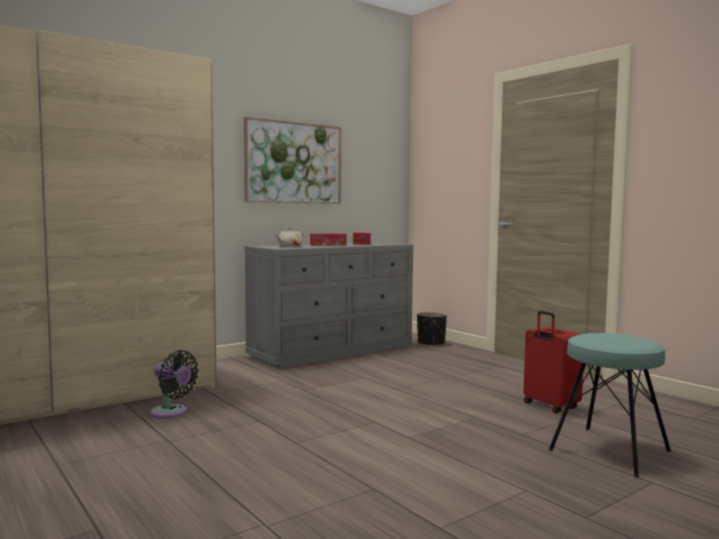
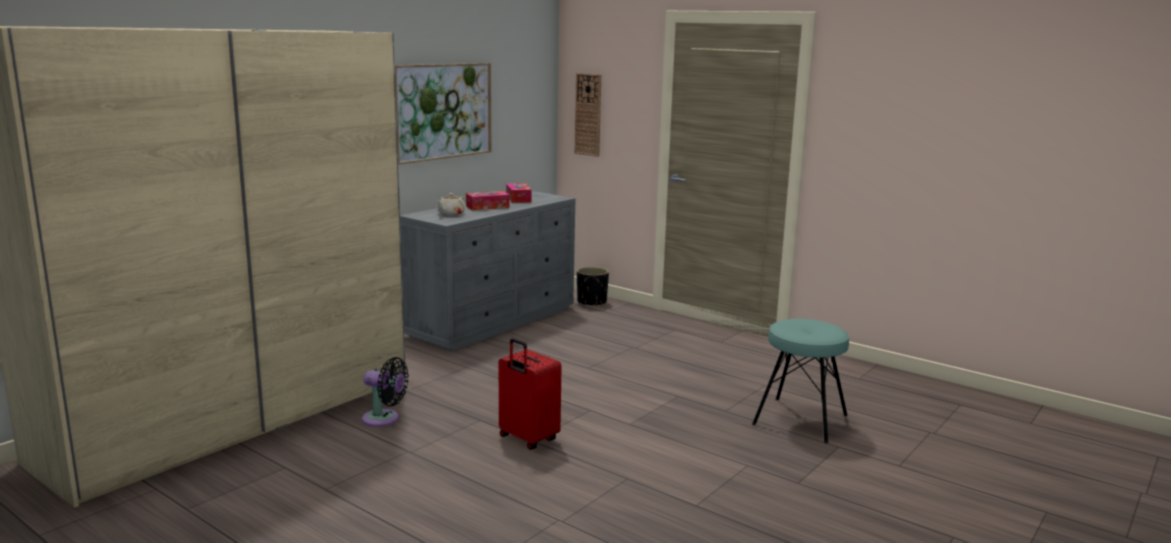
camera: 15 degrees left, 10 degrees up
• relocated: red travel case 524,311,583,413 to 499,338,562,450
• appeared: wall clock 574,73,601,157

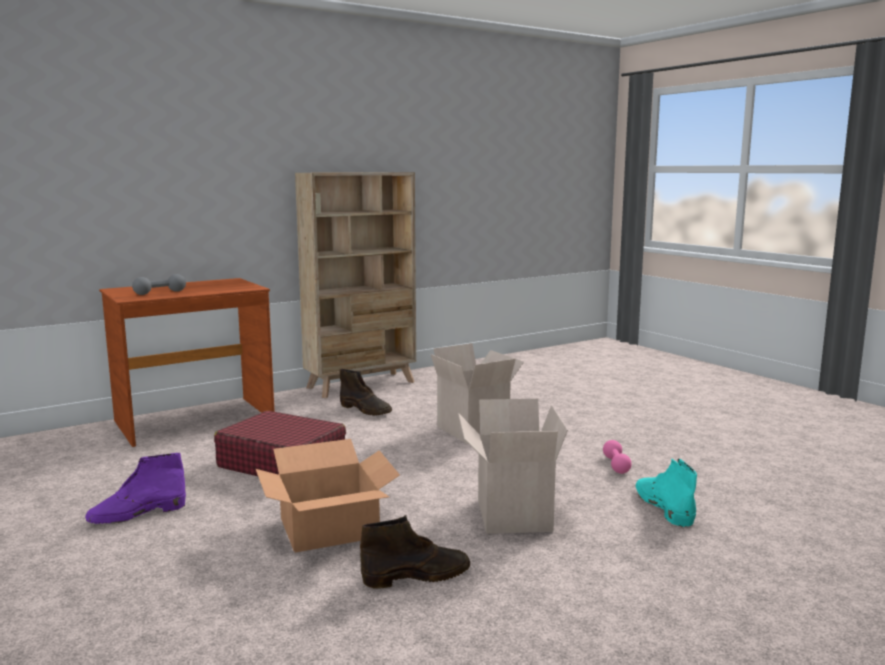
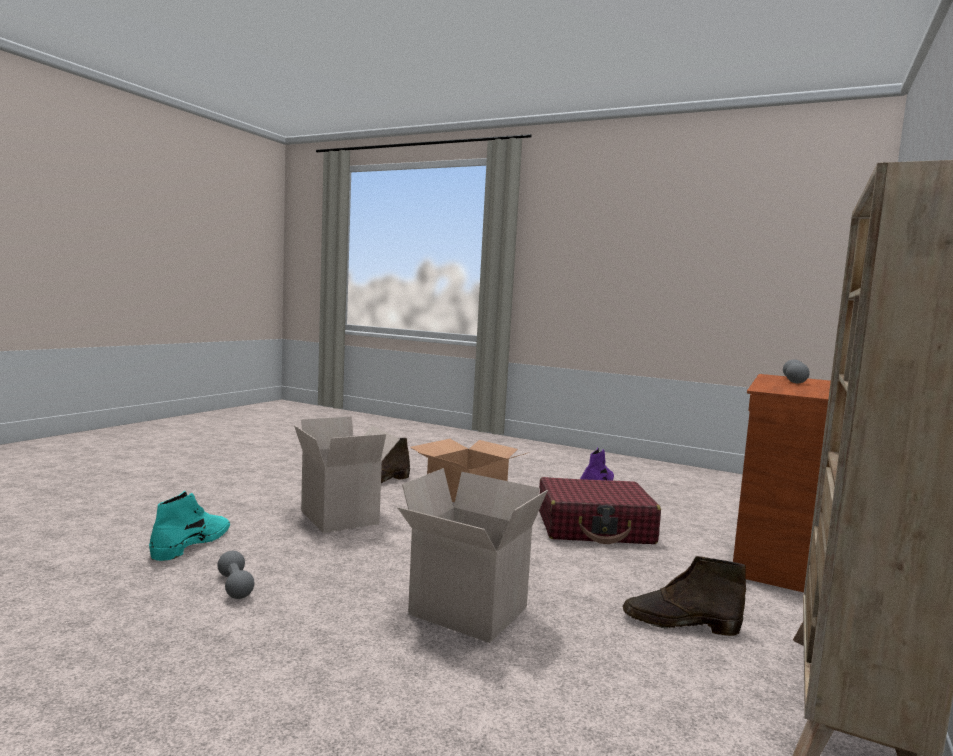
camera: 150 degrees right, 5 degrees down
• colour: pinkish dumbbell 603,440,632,474 to grey dumbbell 217,551,254,599
• spun: turquoise-coloured boot 636,459,697,527 = 149,491,230,561 120 degrees counterclockwise

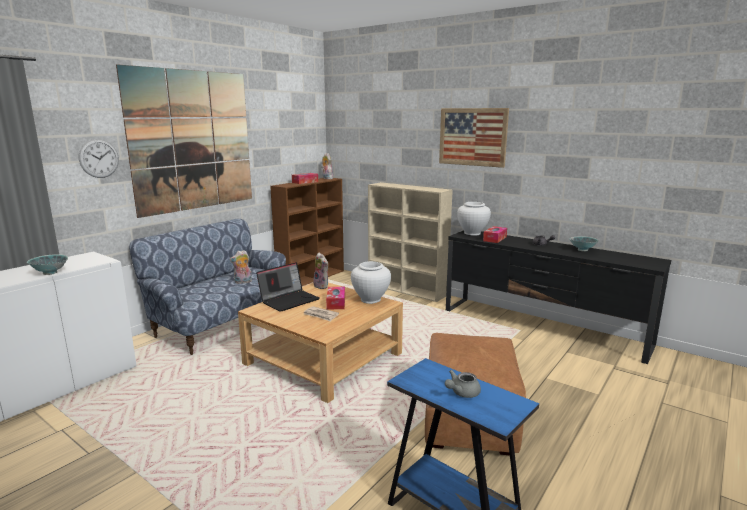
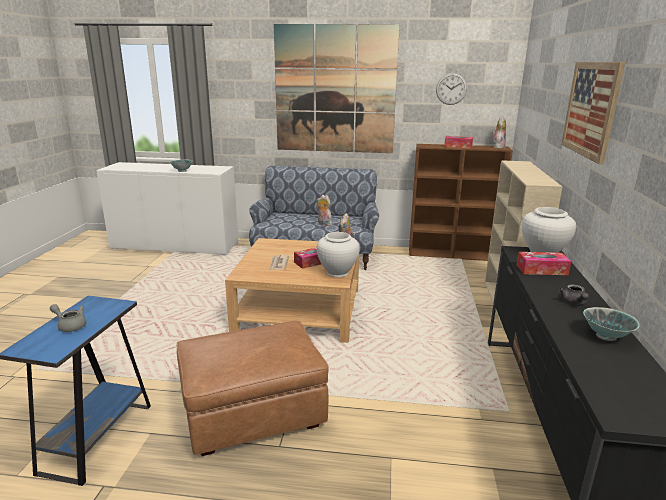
camera: 60 degrees right, 5 degrees up
• relocated: wall clock 79,139,119,178 to 436,73,467,105
• missing: notebook computer 256,262,320,312

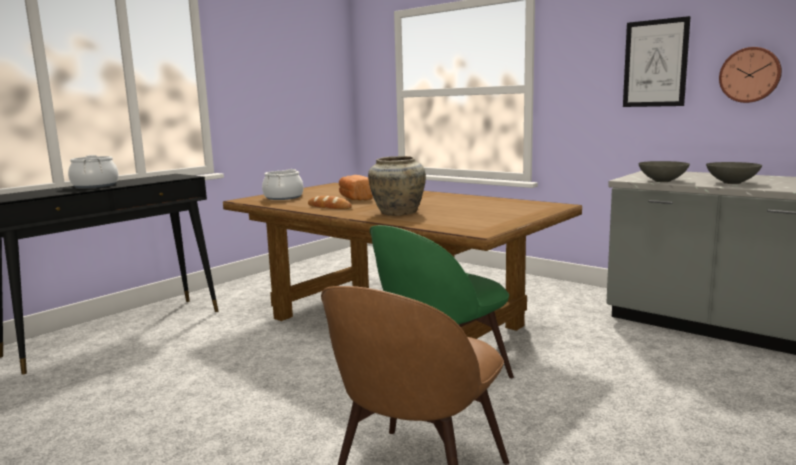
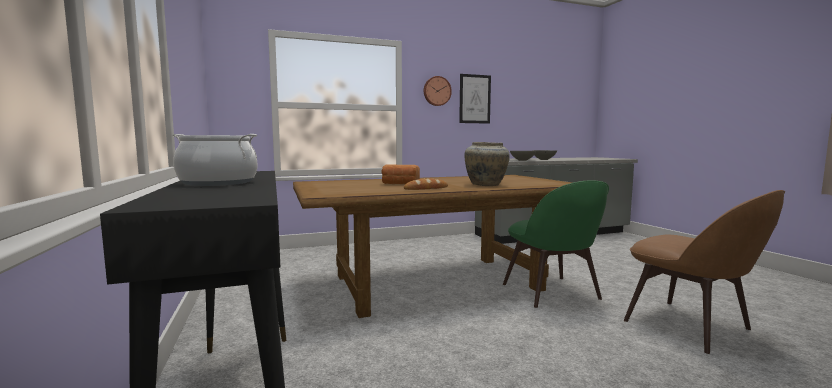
camera: 60 degrees left, 5 degrees down
• missing: stockpot 262,169,303,200
• relocated: wall clock 719,47,782,103 to 424,76,452,106

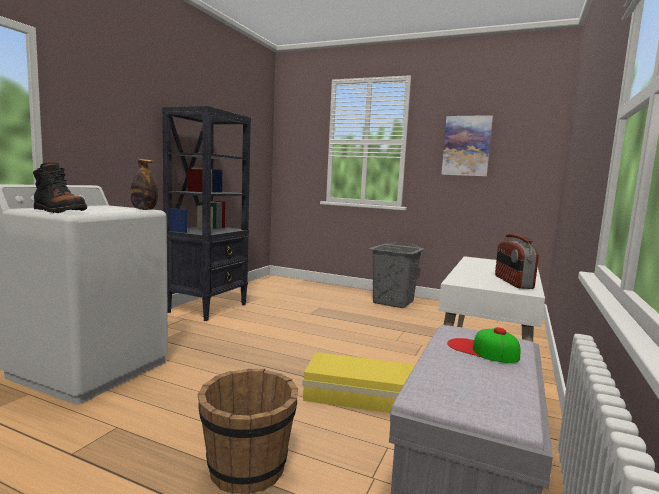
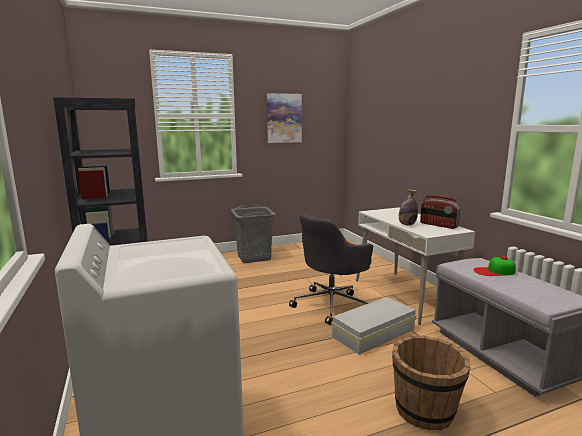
camera: 45 degrees left, 5 degrees up
• missing: black-coloured boot 33,162,87,213
• relocated: bottle 130,159,158,210 to 399,189,418,225
• colour: yellowish storage bin 302,352,413,413 to white storage bin 331,297,416,355
• appeared: grey desk chair 289,214,373,325

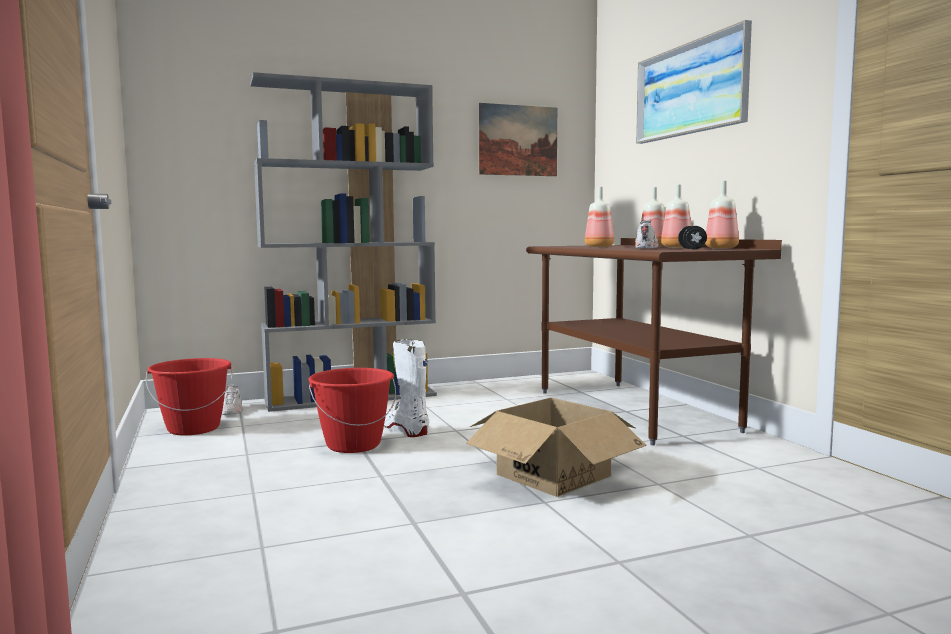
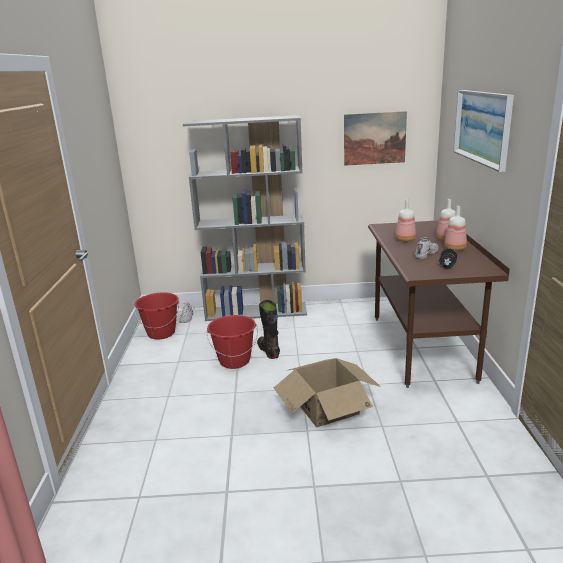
camera: 20 degrees right, 15 degrees up
• colour: white boot 384,339,430,437 to black-coloured boot 257,300,280,359
• missing: bottle 705,181,739,249

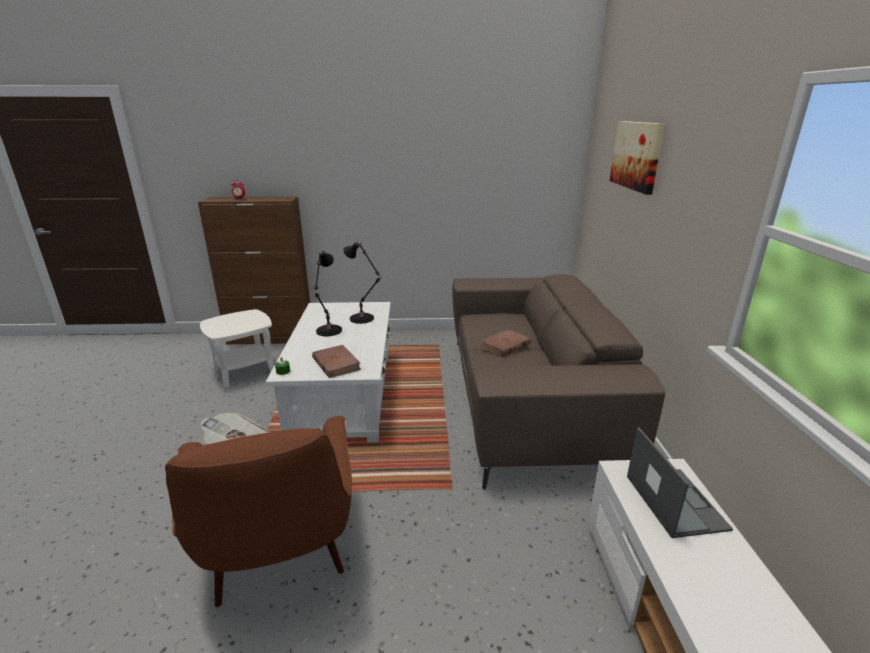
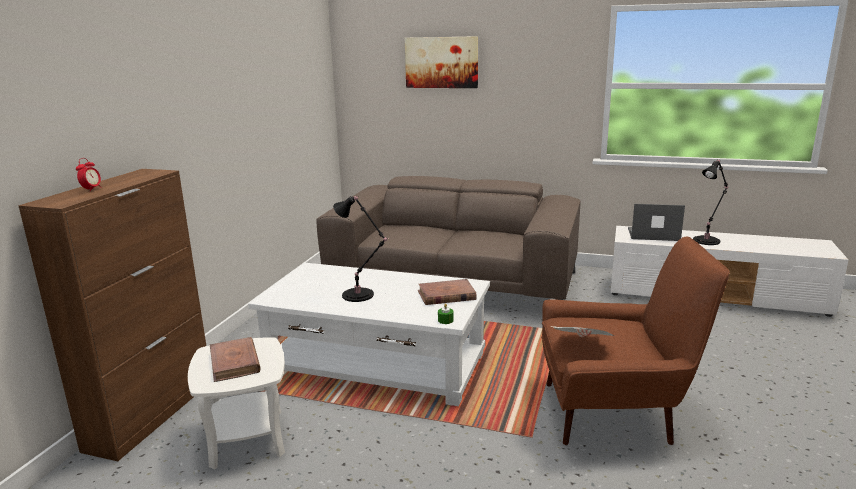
camera: 70 degrees left, 5 degrees down
• relocated: black-coloured lamp for a table 343,242,382,324 to 693,159,728,245
• relocated: brown-coloured volume 479,329,531,357 to 210,337,260,382

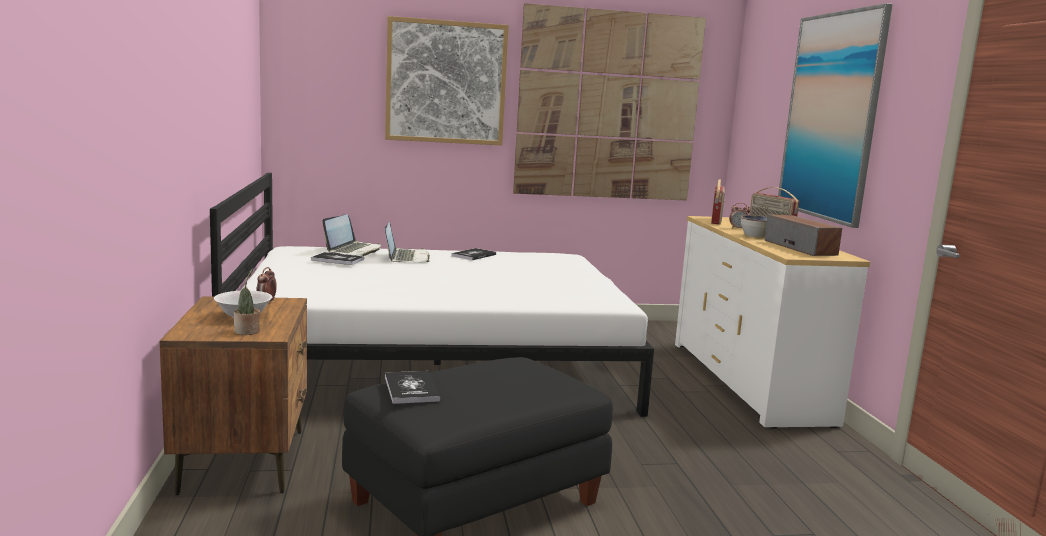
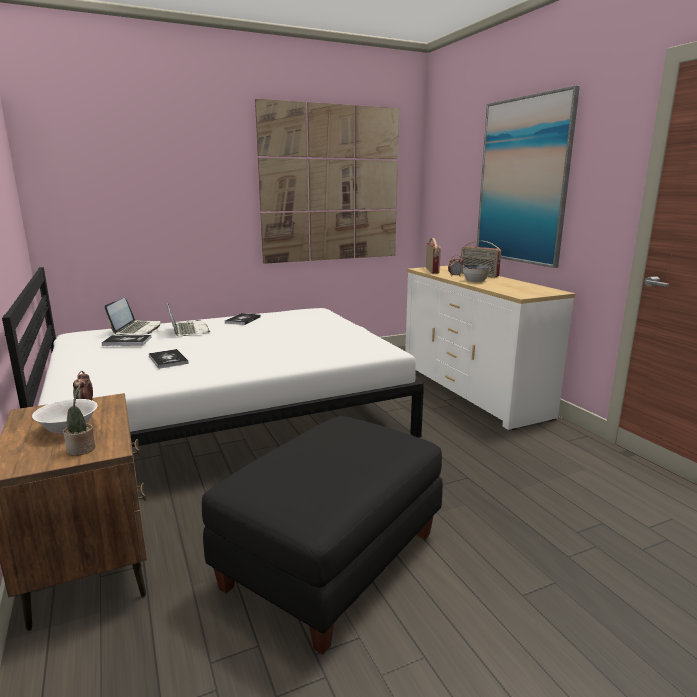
camera: 15 degrees left, 5 degrees up
• missing: picture 385,16,509,145
• relocated: volume 385,371,441,404 to 149,349,189,369
• missing: audio speaker 764,214,842,256

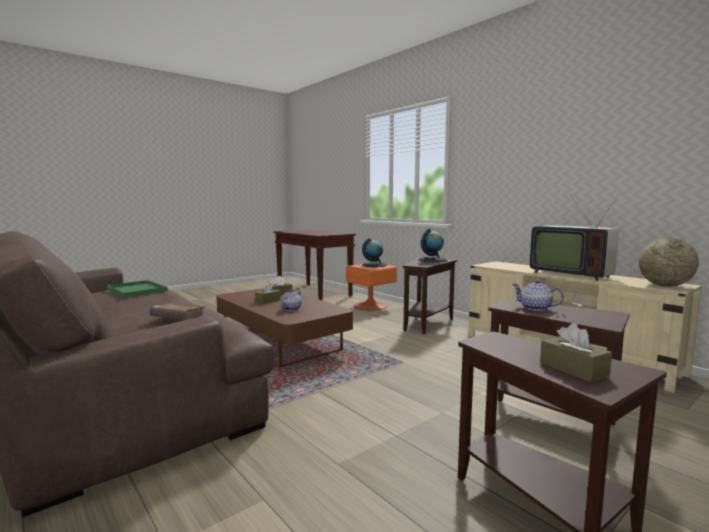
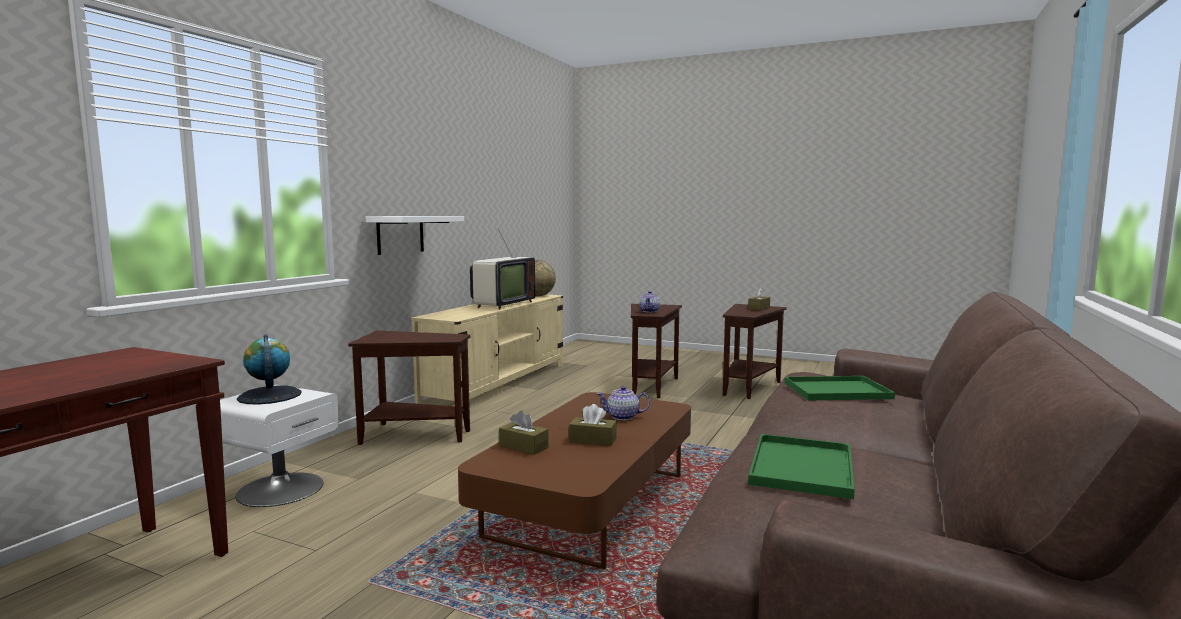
camera: 115 degrees left, 0 degrees up
• exchanged: brown-coloured volume 149,303,206,320 to green tray 784,376,895,400
• colour: orange-coloured nightstand 346,264,397,310 to white nightstand 220,385,339,507
• missing: globe 418,229,447,263
• appeared: white bracket shelf 366,216,464,255

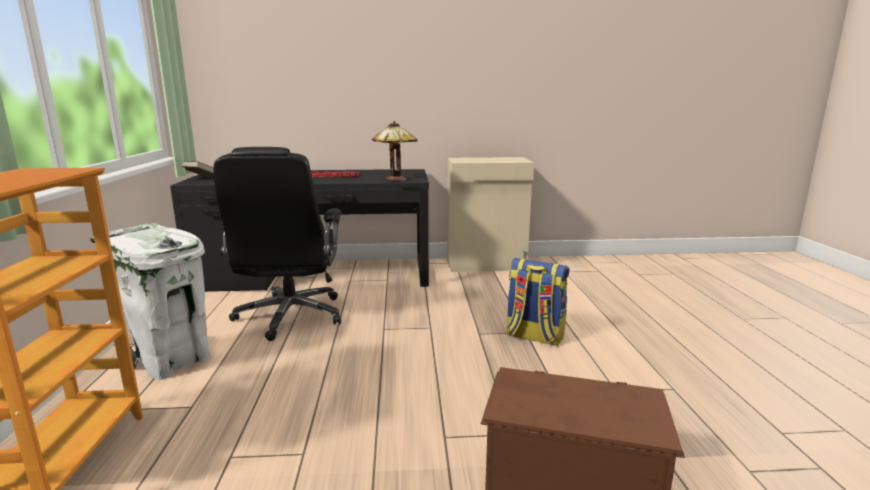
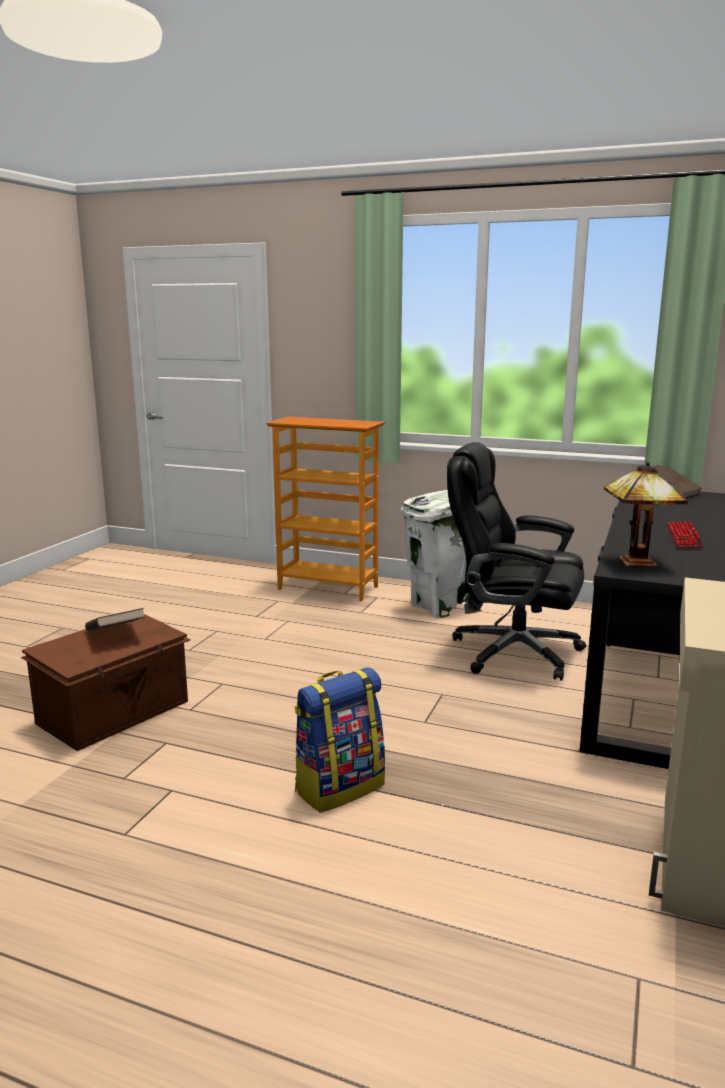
camera: 115 degrees right, 0 degrees up
• appeared: brown-coloured volume 85,608,146,631

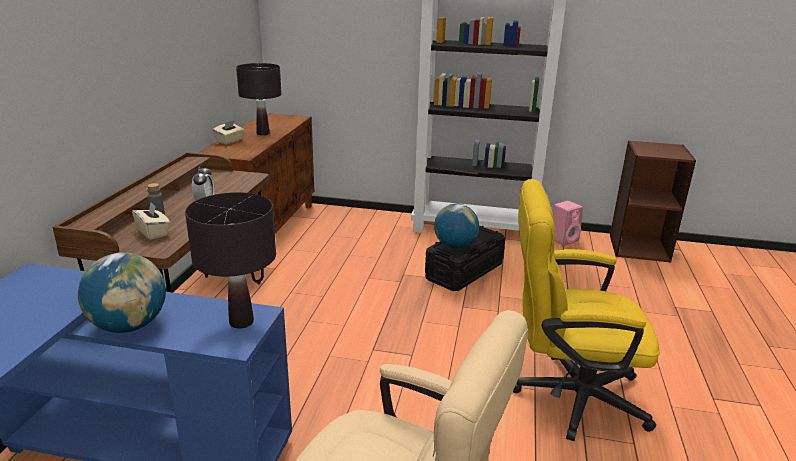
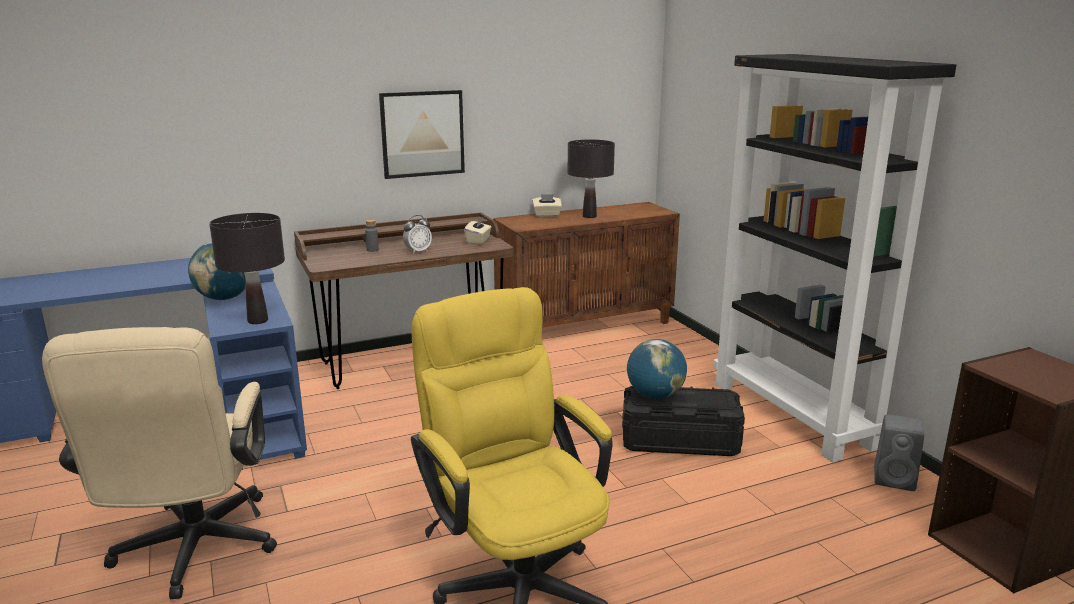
camera: 55 degrees right, 5 degrees down
• relocated: beige box of tissues 132,203,170,240 to 464,217,491,245
• colour: pinkish audio speaker 553,201,583,245 to grey audio speaker 874,414,924,491
• appeared: picture 379,90,465,179

